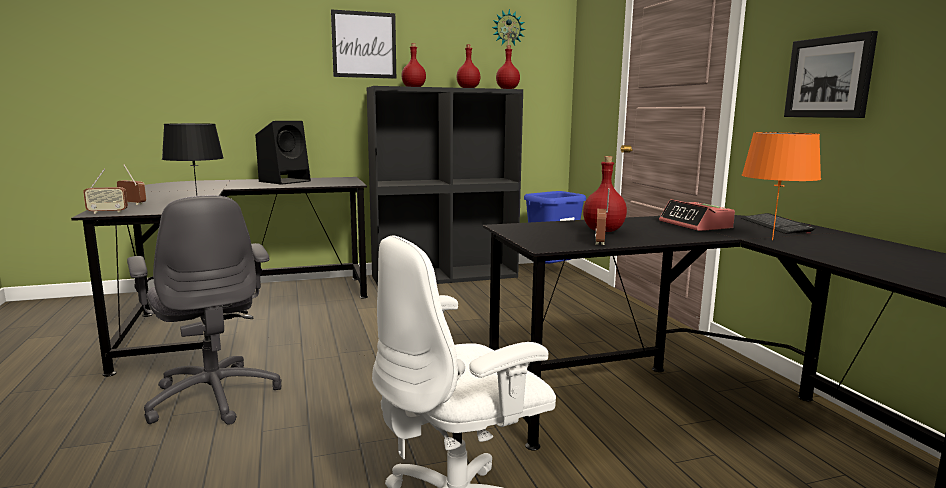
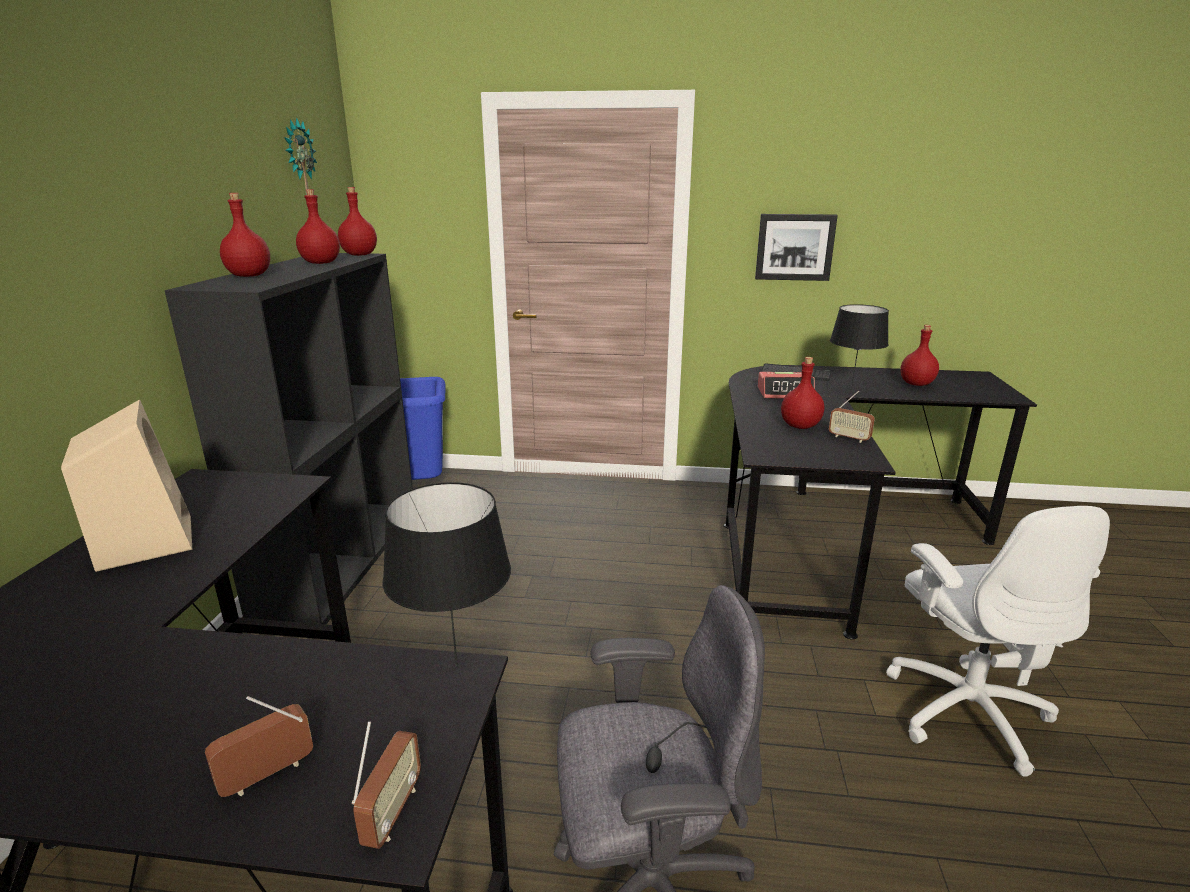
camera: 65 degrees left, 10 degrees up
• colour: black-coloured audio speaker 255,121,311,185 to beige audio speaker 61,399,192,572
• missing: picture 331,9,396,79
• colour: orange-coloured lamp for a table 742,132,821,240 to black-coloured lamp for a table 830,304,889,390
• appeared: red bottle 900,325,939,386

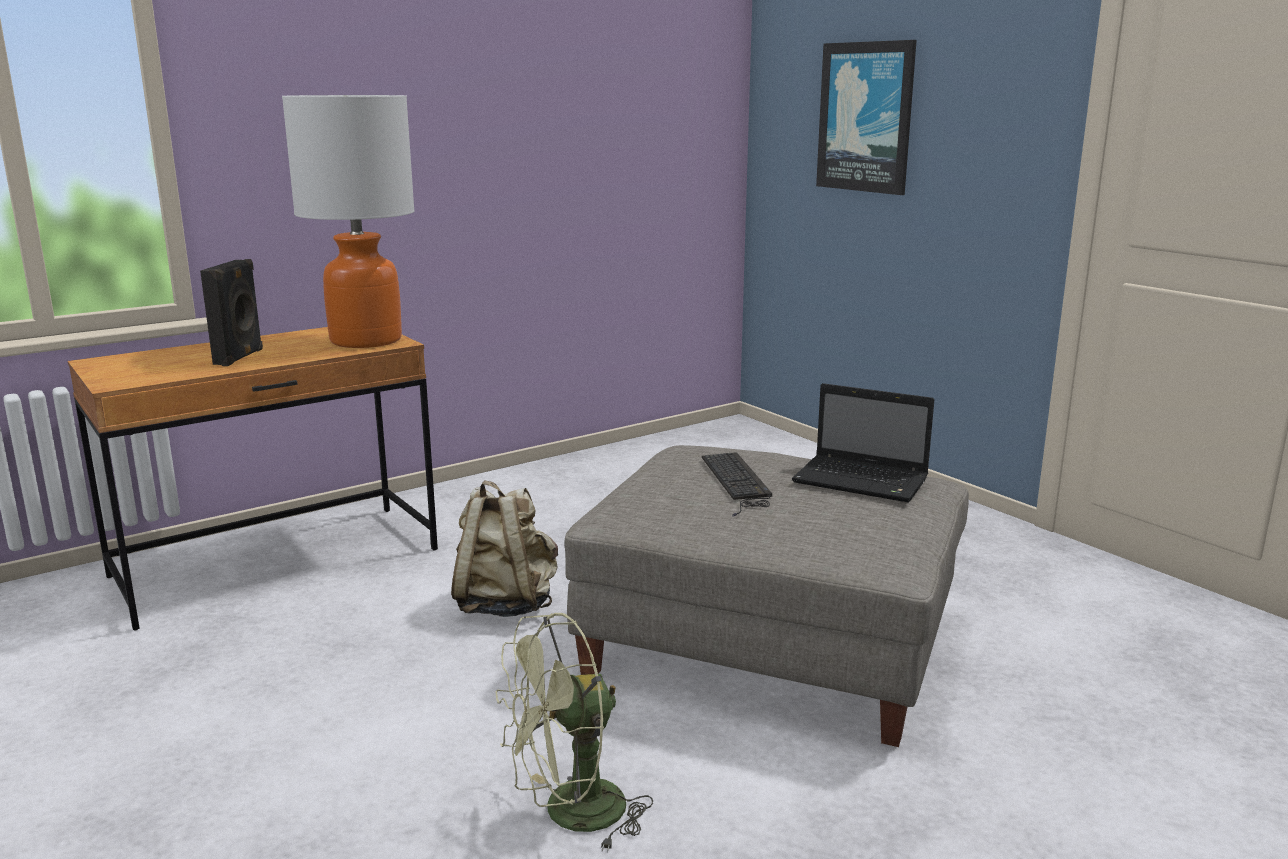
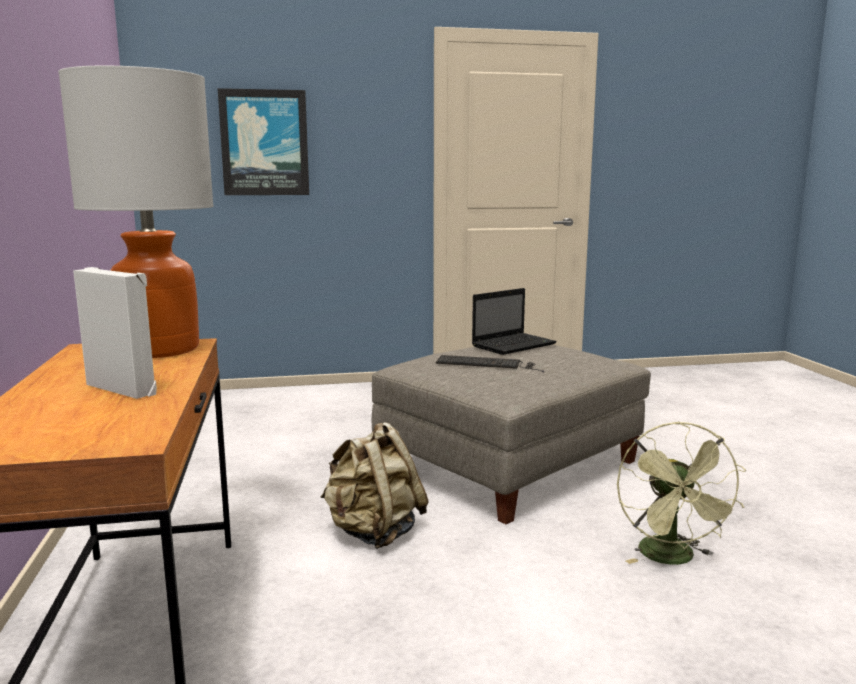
camera: 65 degrees left, 5 degrees down
• colour: black-coloured audio speaker 200,259,263,366 to white audio speaker 73,267,157,399

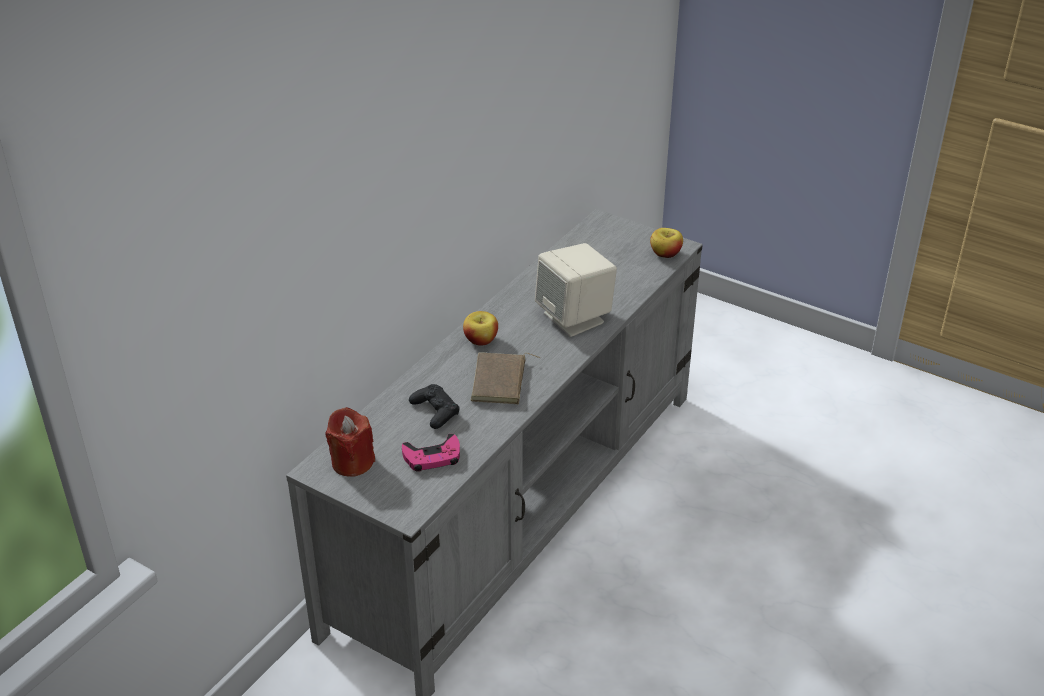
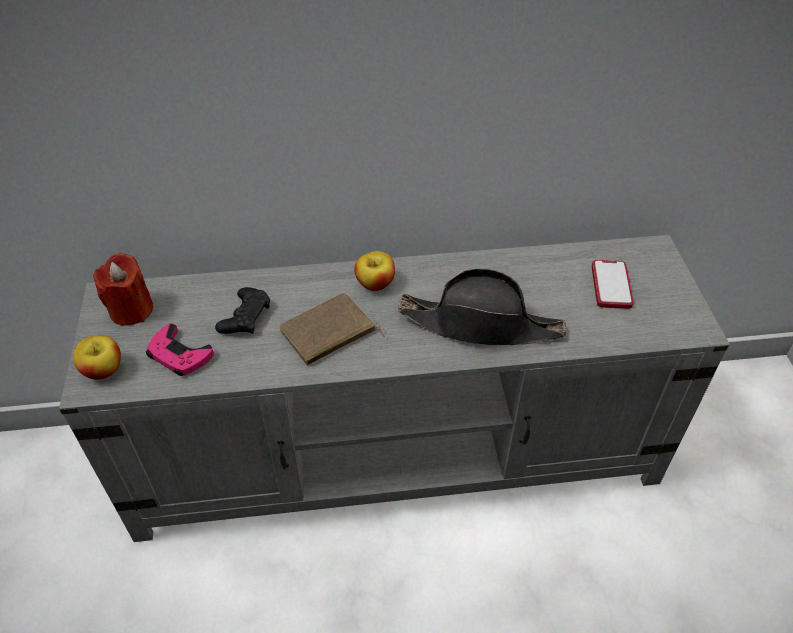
camera: 50 degrees right, 10 degrees up
• exchanged: beige audio speaker 535,243,617,337 to black-coloured hat 398,269,566,345
• relocated: whole apple 650,228,683,258 to 73,335,121,380
• appeared: handset 592,260,634,309

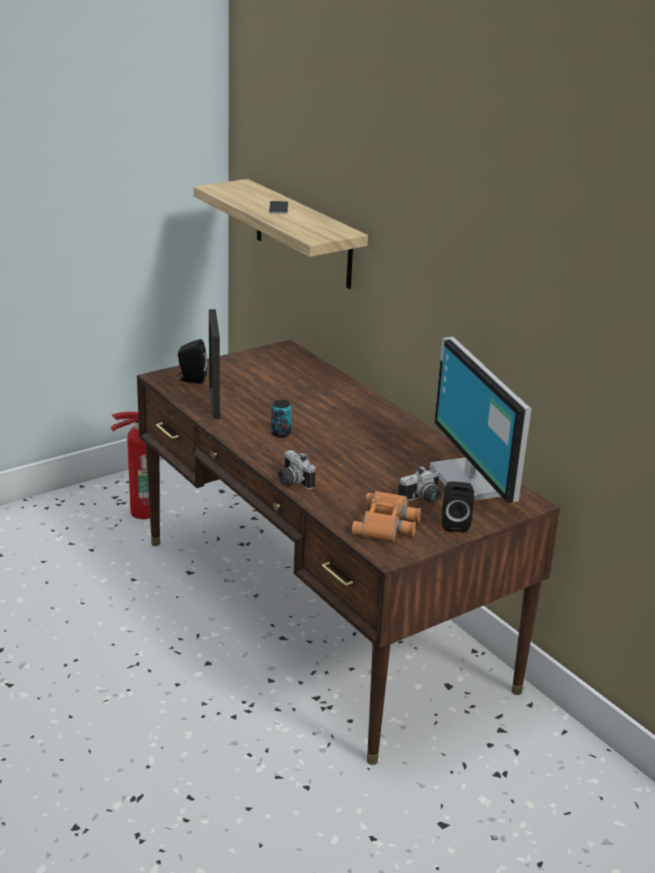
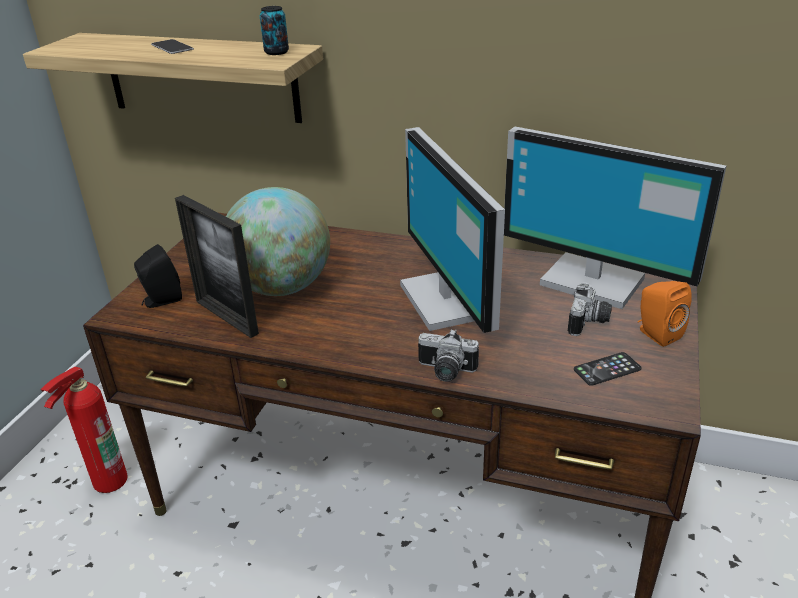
camera: 35 degrees left, 5 degrees up
• relocated: metal can 271,400,292,437 to 260,6,289,55
• exchanged: orange-coloured pair of binoculars 351,491,421,542 to handset 574,352,642,386
• colour: black-coloured audio speaker 442,481,474,533 to orange-coloured audio speaker 638,281,692,347
• appeared: globe 226,187,330,296
• appeared: computer display 400,127,505,333

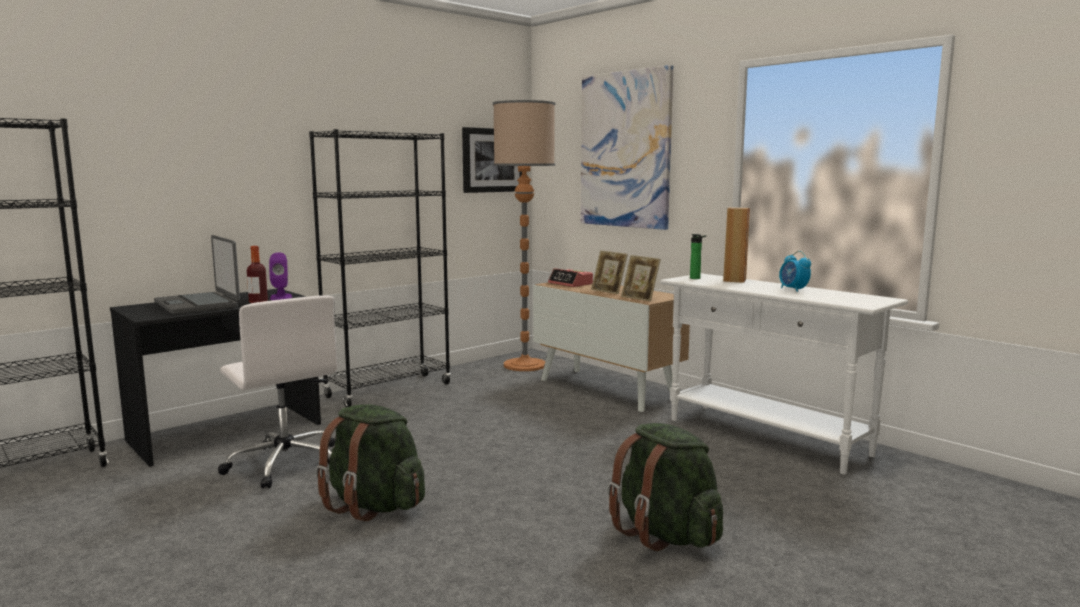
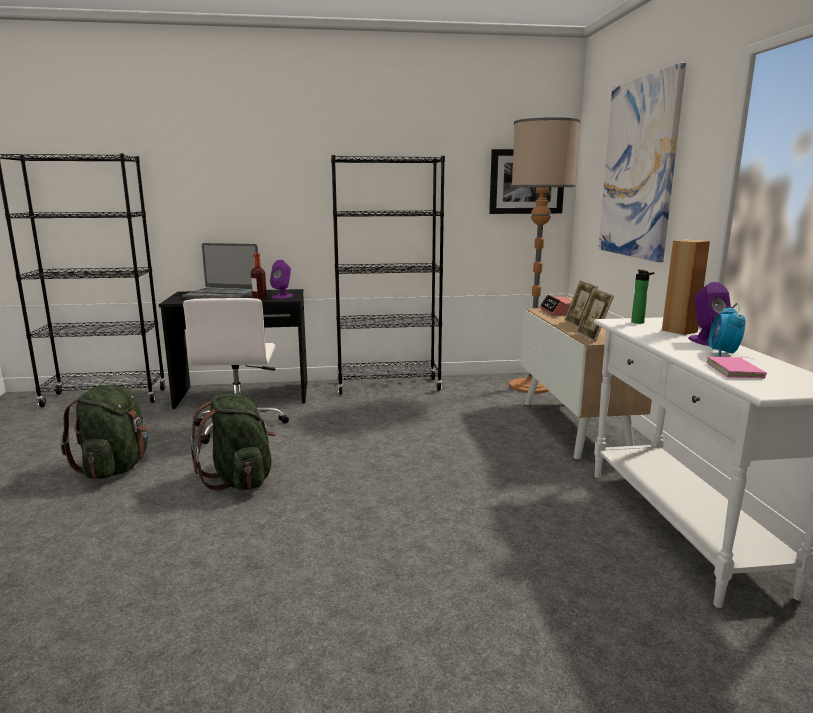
camera: 35 degrees right, 5 degrees up
• spun: notebook computer 154,235,240,314 = 182,243,258,299 75 degrees counterclockwise
• relocated: green knapsack 608,423,723,551 to 60,384,148,479
• appeared: purplish audio speaker 688,282,731,346
• appeared: pinkish volume 706,356,767,378

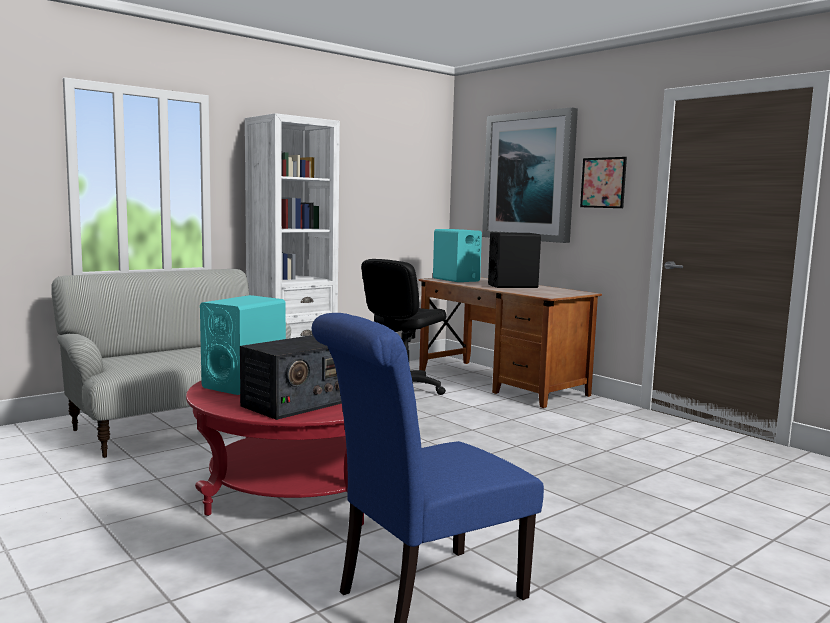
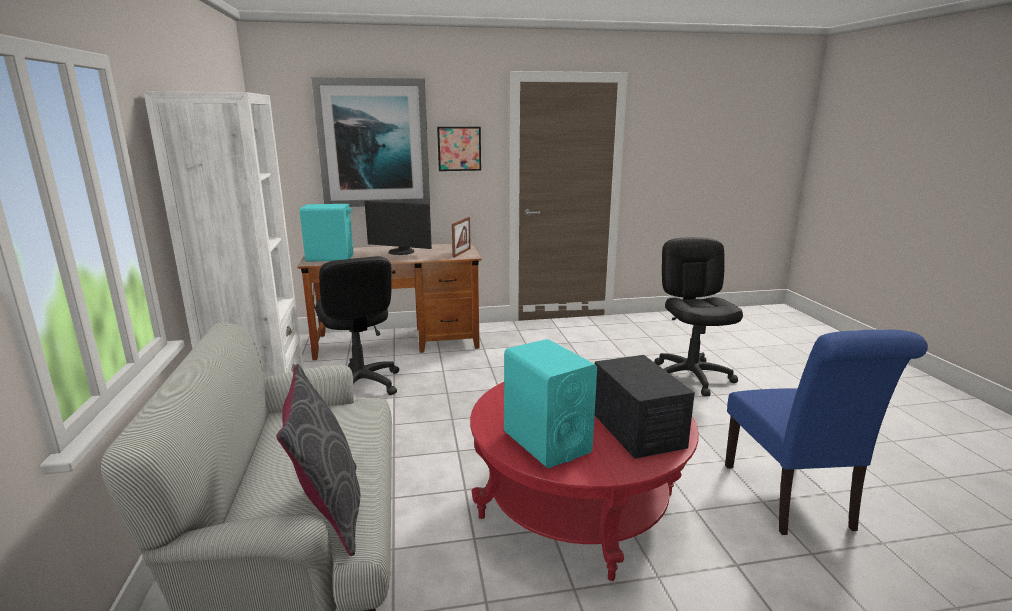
camera: 60 degrees left, 10 degrees up
• exchanged: black-coloured audio speaker 488,232,541,288 to computer display 365,201,432,255
• appeared: grey pillow 276,364,360,556
• appeared: photo frame 452,217,471,258
• appeared: black-coloured desk chair 654,237,743,396

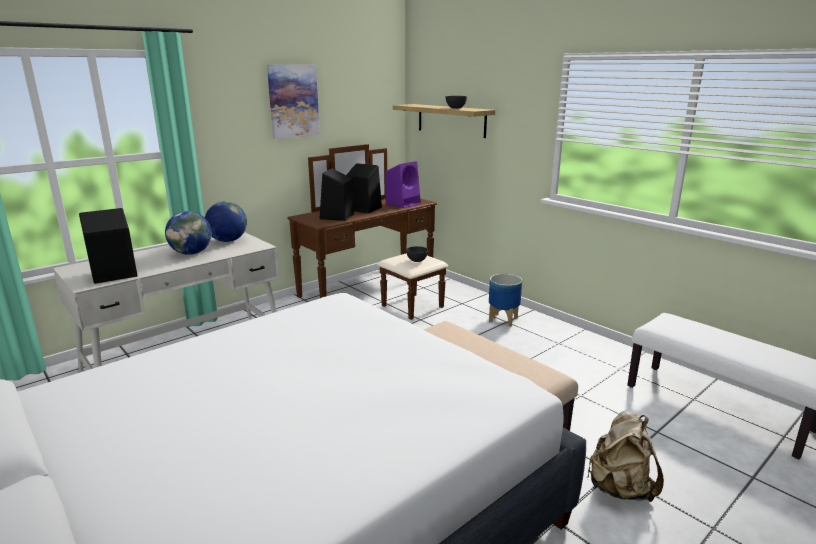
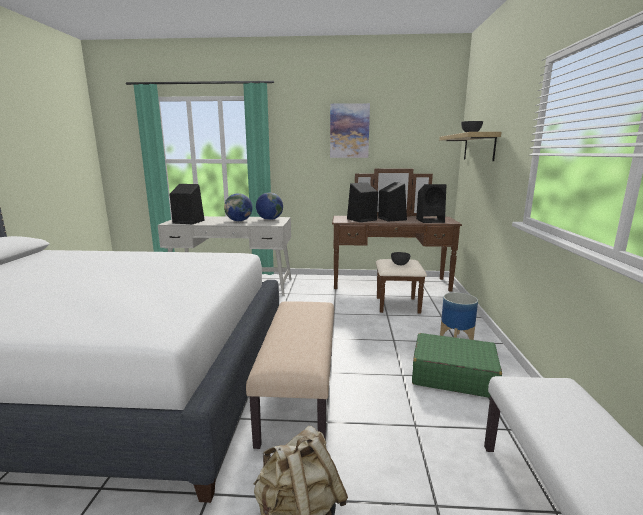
camera: 45 degrees right, 5 degrees down
• colour: purplish audio speaker 385,161,421,208 to black-coloured audio speaker 416,184,446,223
• appeared: green travel case 412,333,502,398

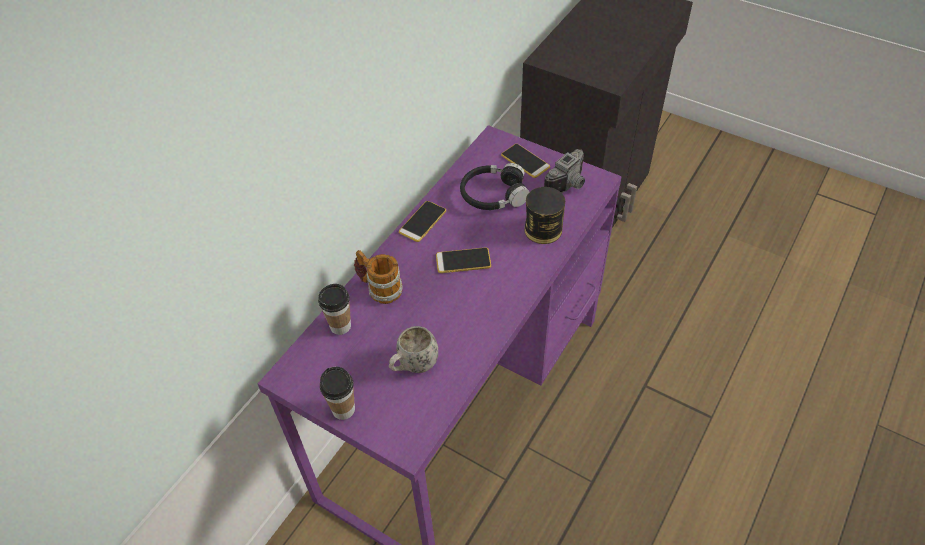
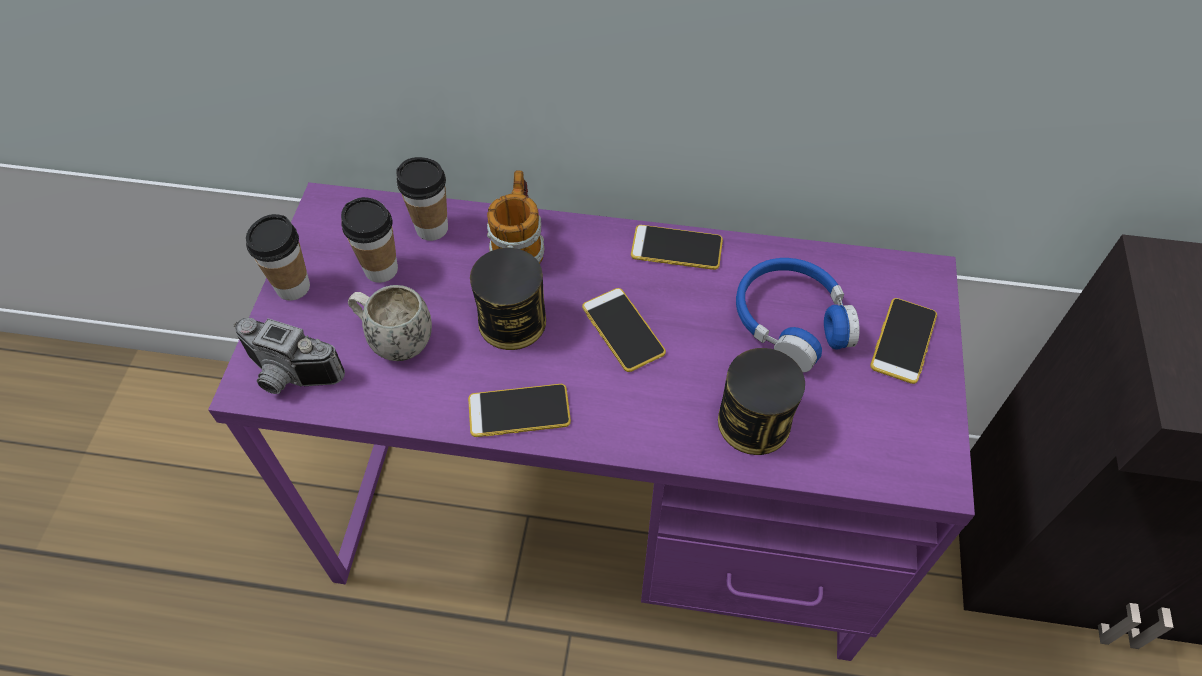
camera: 65 degrees right, 5 degrees up
• colour: black-coloured pair of headphones 460,163,529,210 to blue pair of headphones 736,258,860,372
• relocated: still camera 544,149,585,193 to 234,318,345,394
• appeared: cup 341,197,398,283
• appeared: handset 468,384,571,437
• appeared: metal can 470,248,546,350

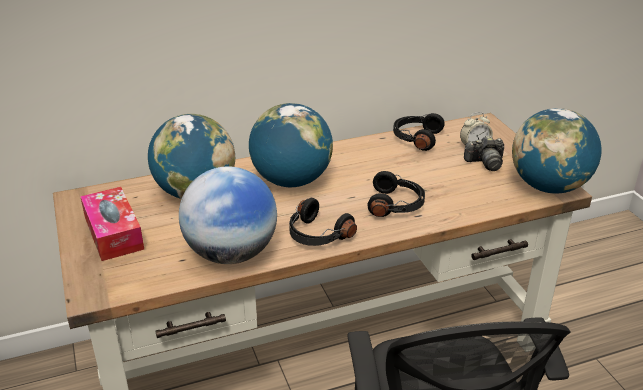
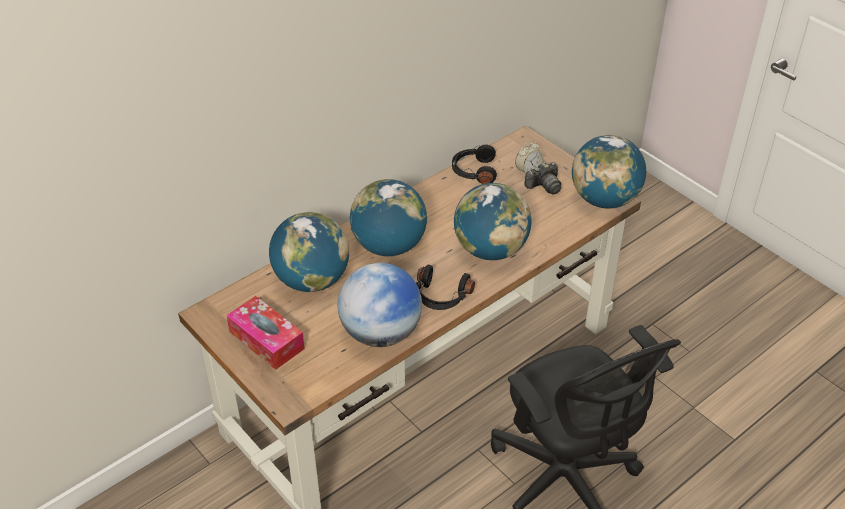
camera: 20 degrees left, 10 degrees up
• exchanged: black-coloured pair of headphones 368,171,425,217 to globe 454,183,531,260

